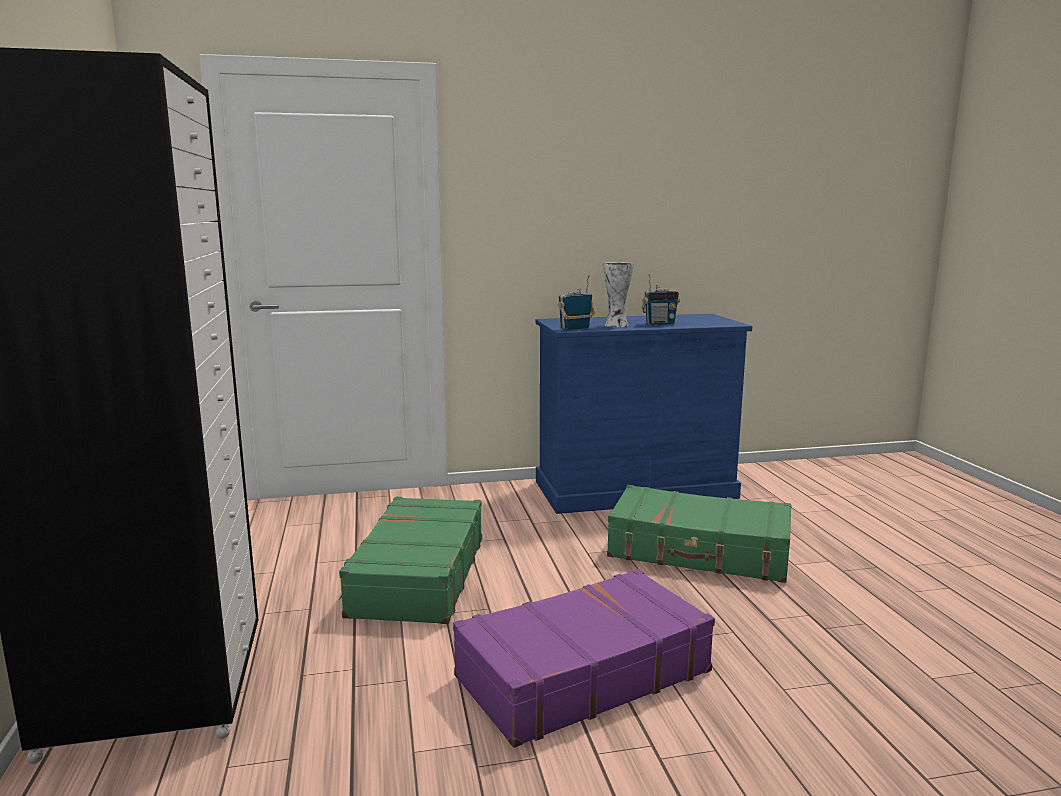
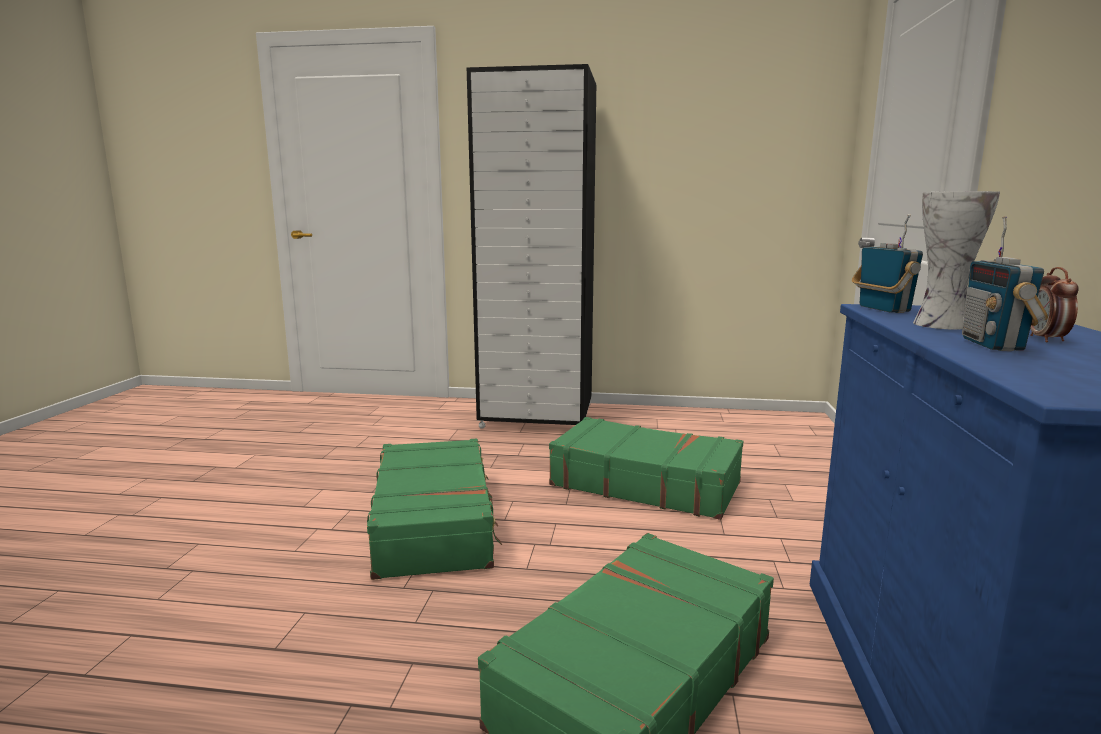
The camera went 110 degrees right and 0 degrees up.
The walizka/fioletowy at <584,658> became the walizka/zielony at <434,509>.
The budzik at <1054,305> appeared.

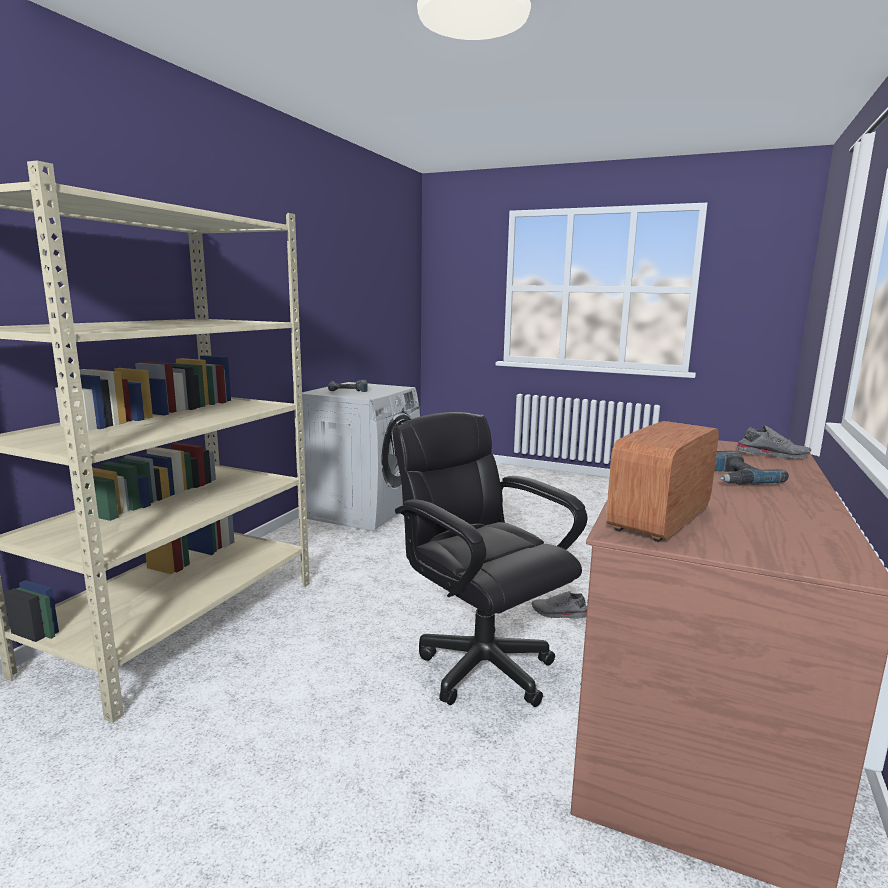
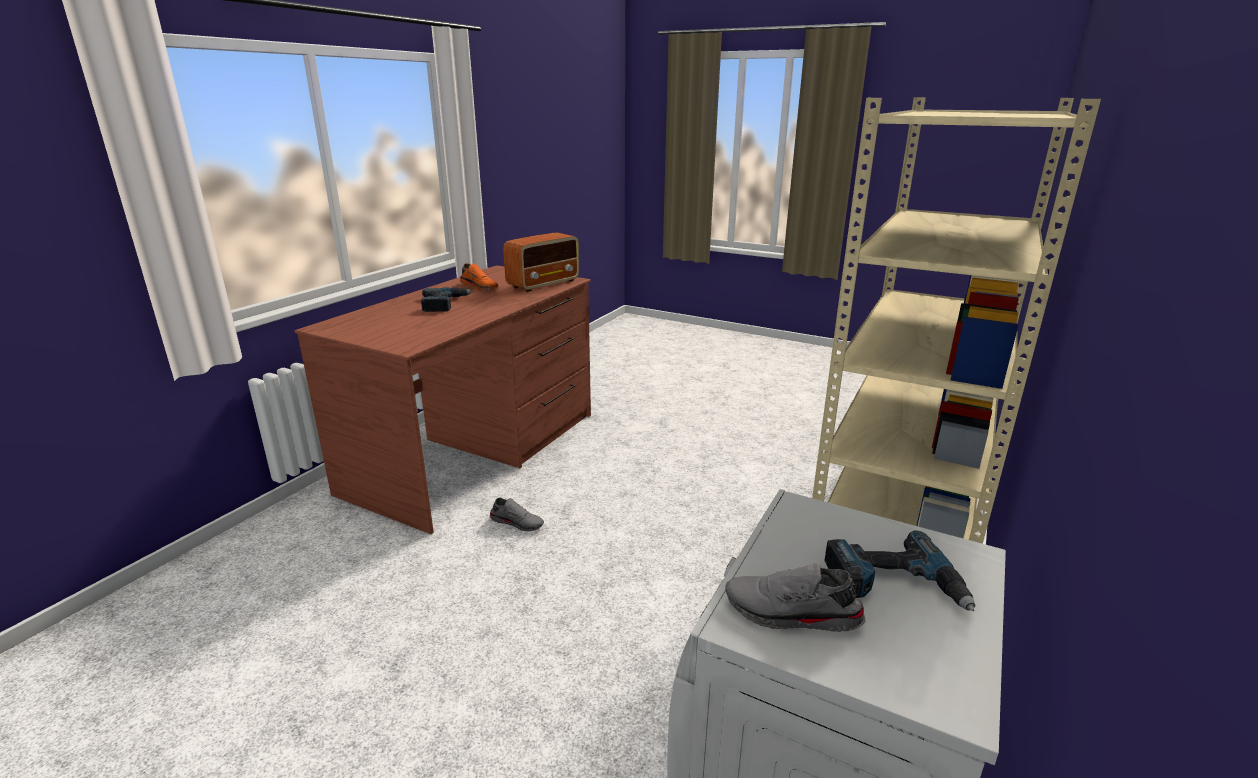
The camera went 175 degrees left and 10 degrees up.
The krzesło biurowe/czarny at <490,559> disappeared.
The but/szary moved from <773,442> to <795,597>.
The but/pomarańczowy at <479,277> appeared.

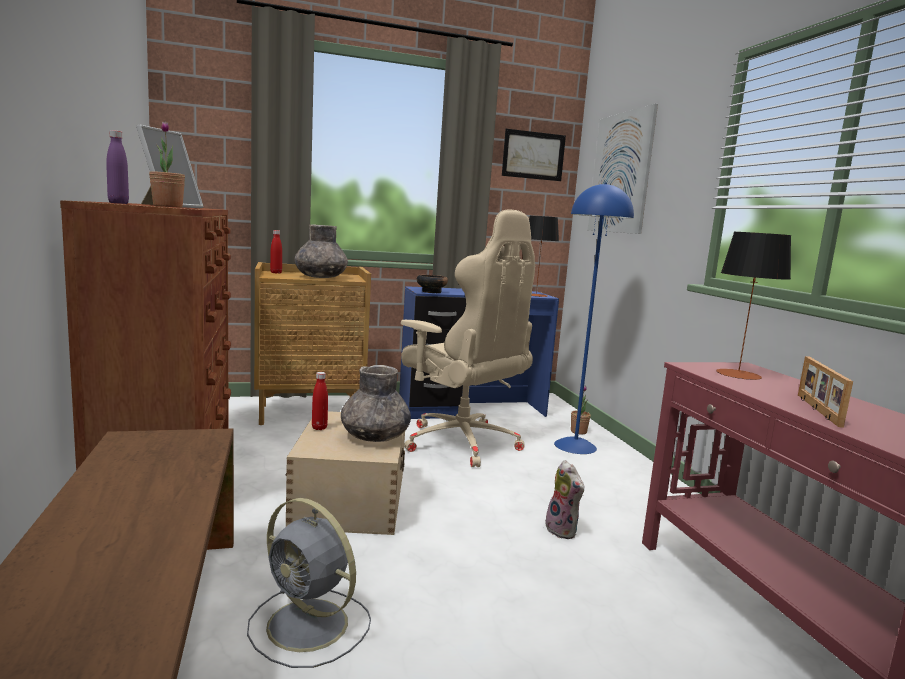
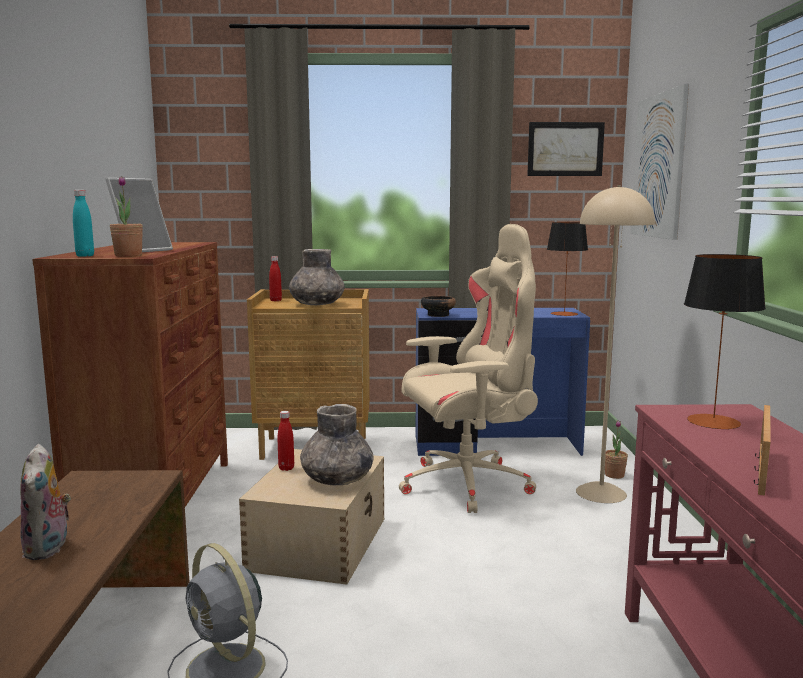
The camera went 15 degrees right and 0 degrees up.
The butelka/fioletowy at <117,167> became the butelka/turkusowy at <83,223>.
The lampa stojąca/niebieski at <594,318> became the lampa stojąca/beżowy at <615,344>.
The krzesło biurowe/beżowy at <468,338> turned 75 degrees counterclockwise.
The pluszak moved from <564,499> to <45,502>.

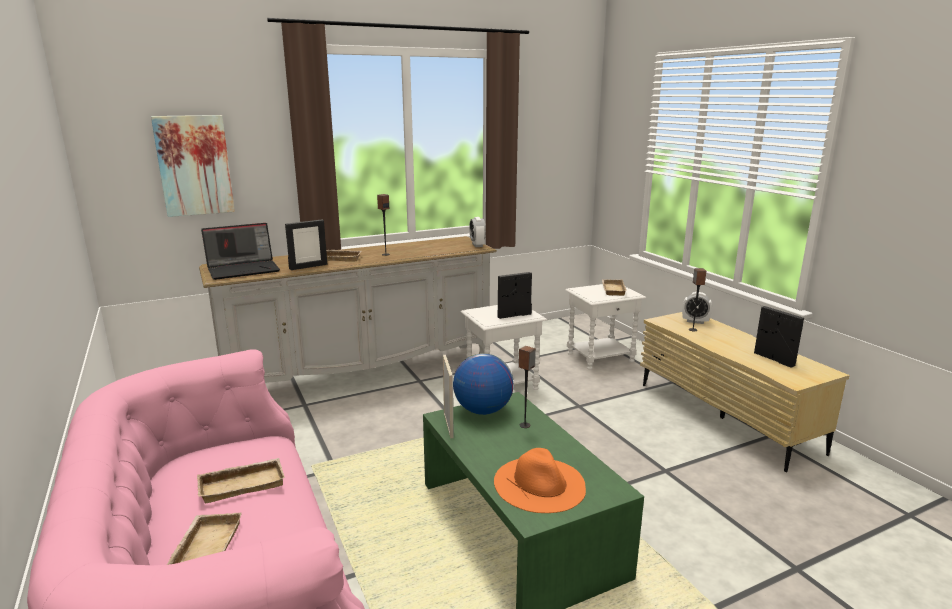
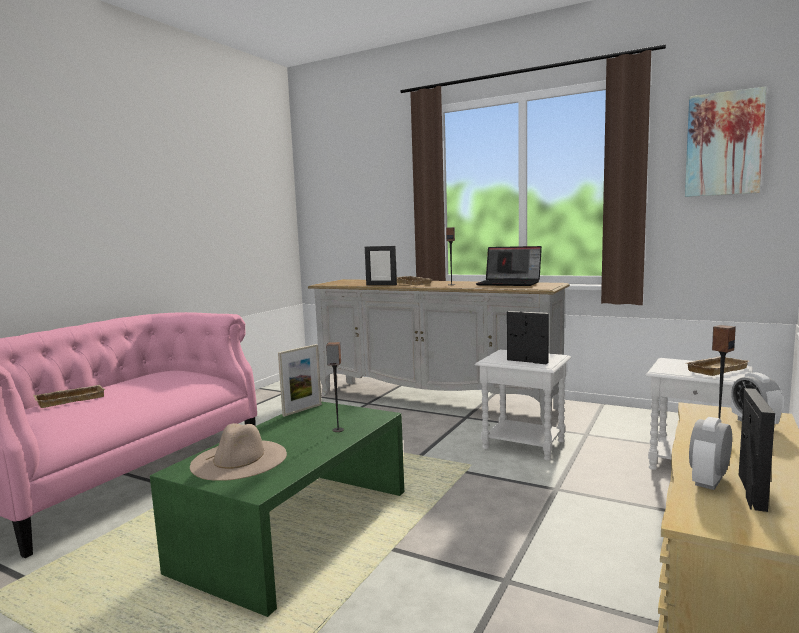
The camera went 55 degrees right and 10 degrees down.
The obraz moved from <193,166> to <726,141>.
The budzik moved from <477,232> to <710,453>.
The laptop moved from <240,251> to <509,266>.
The globus at <483,384> disappeared.
The kapelusz/pomarańczowy at <540,480> became the kapelusz/beżowy at <238,452>.
The taca/beżowy at <241,480> disappeared.

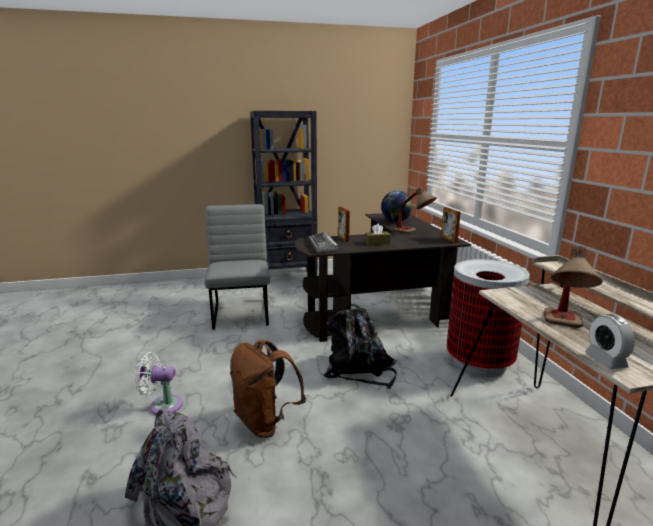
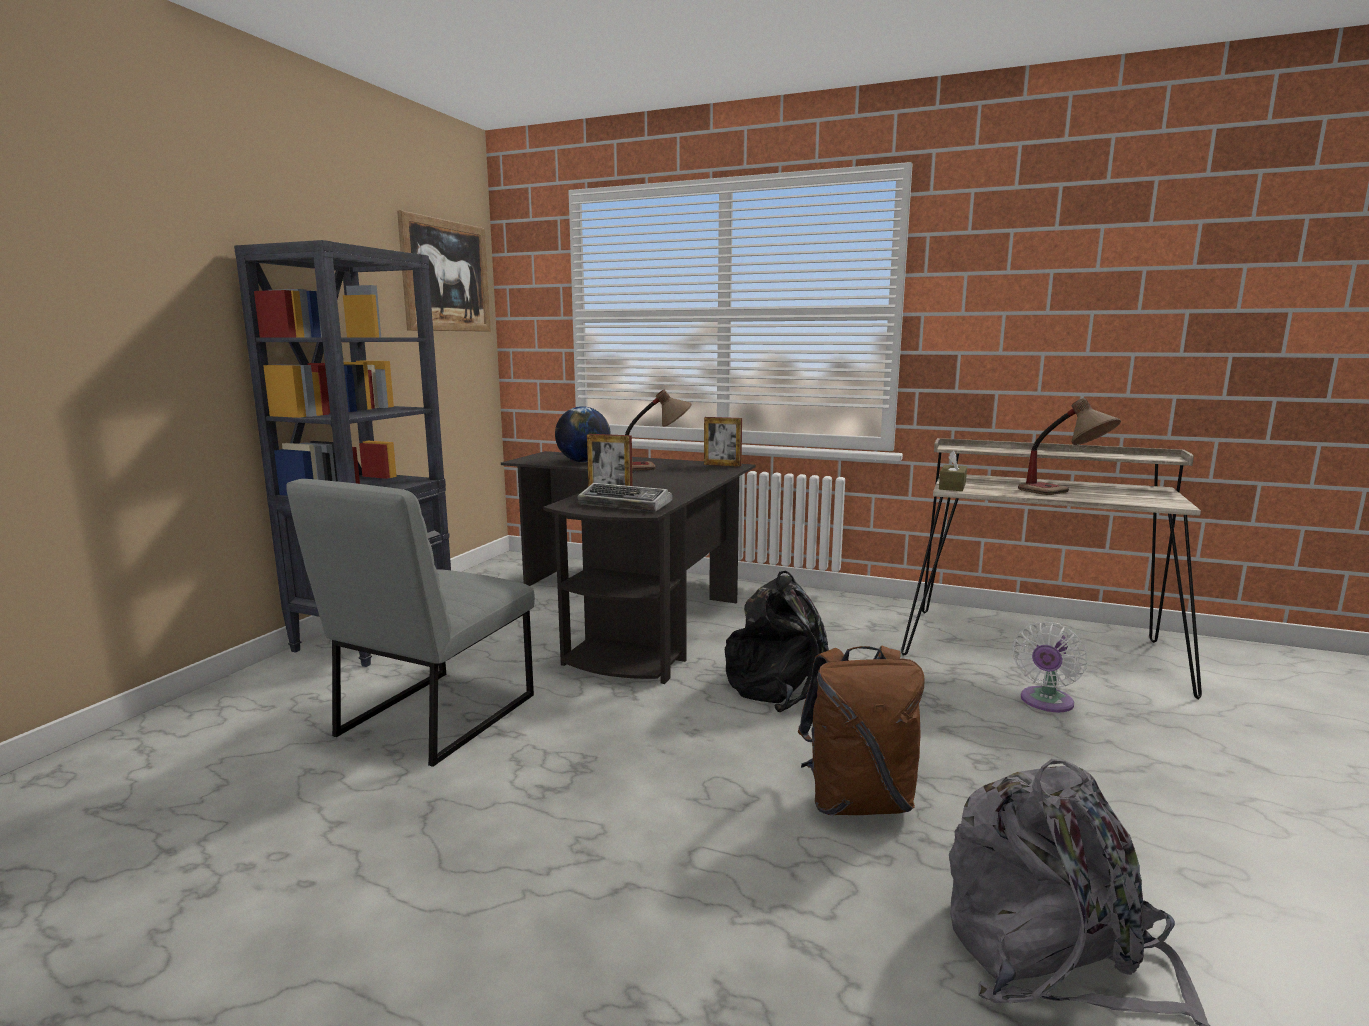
The camera went 55 degrees left and 5 degrees down.
The krzesło/szary at <237,267> turned 90 degrees counterclockwise.
The pudełko chusteczek/brązowy moved from <378,234> to <953,471>.
The kosz na śmieci at <488,318> disappeared.
The budzik at <610,341> disappeared.
The wentylator/biały moved from <158,383> to <1050,667>.
The obraz at <444,271> appeared.

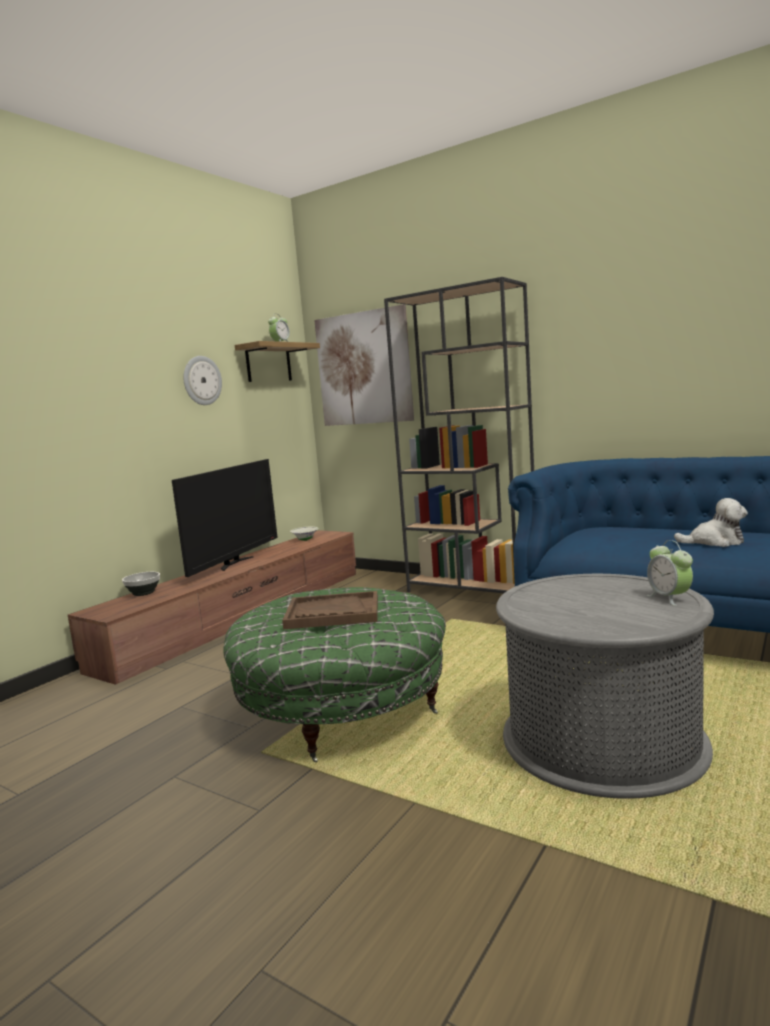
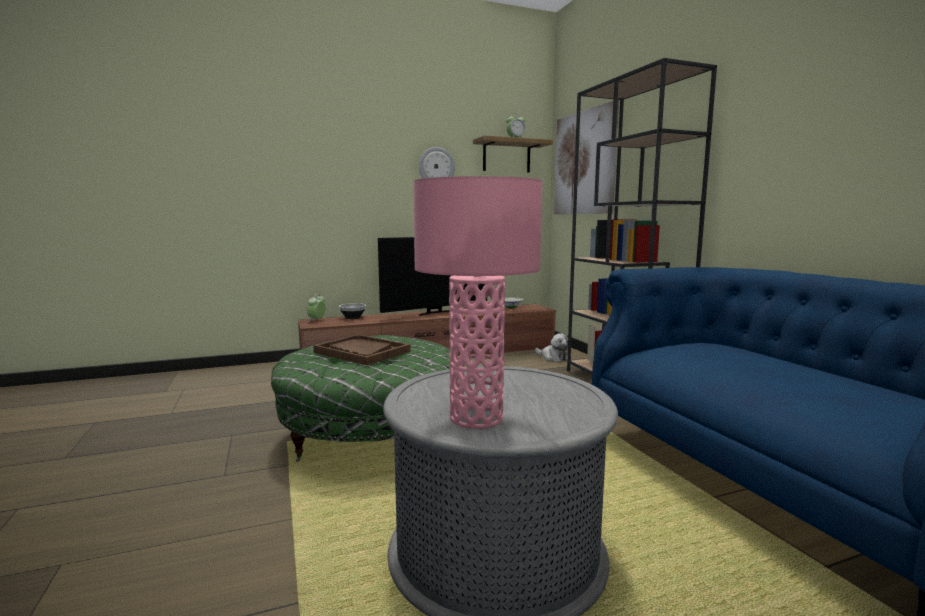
The camera went 35 degrees right and 0 degrees up.
The pluszak moved from <711,522> to <551,347>.
The budzik moved from <670,573> to <316,308>.
The lampa stołowa/różowy at <477,302> appeared.

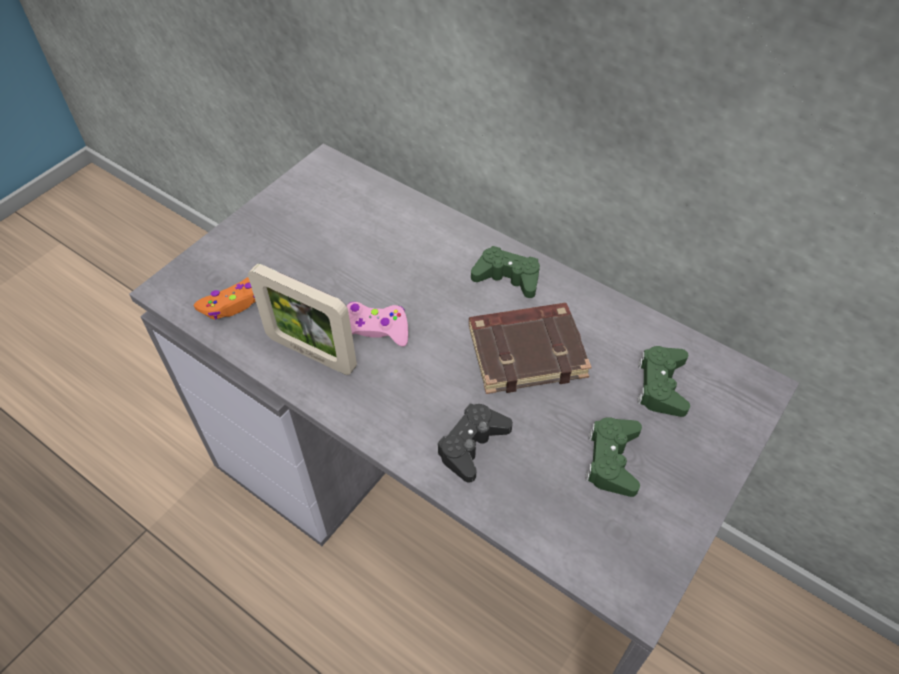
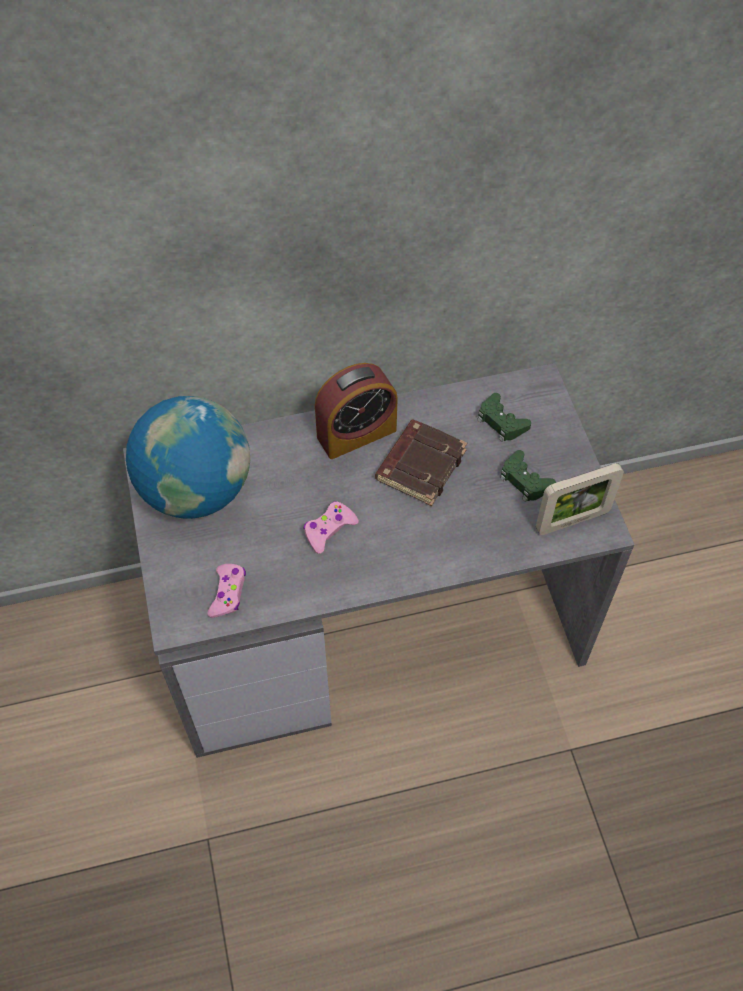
The camera went 50 degrees left and 5 degrees up.
The pad do gier/zielony at <505,272> was replaced by the budzik at <356,411>.
The ramka na zdjęcie moved from <302,319> to <580,499>.
The pad do gier/pomarańczowy at <225,298> became the pad do gier/różowy at <226,591>.
The pad do gier/czarny at <475,443> disappeared.
The globus at <188,457> appeared.

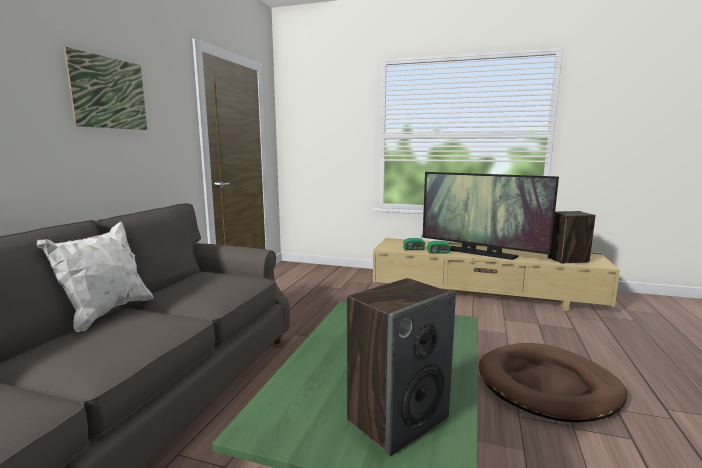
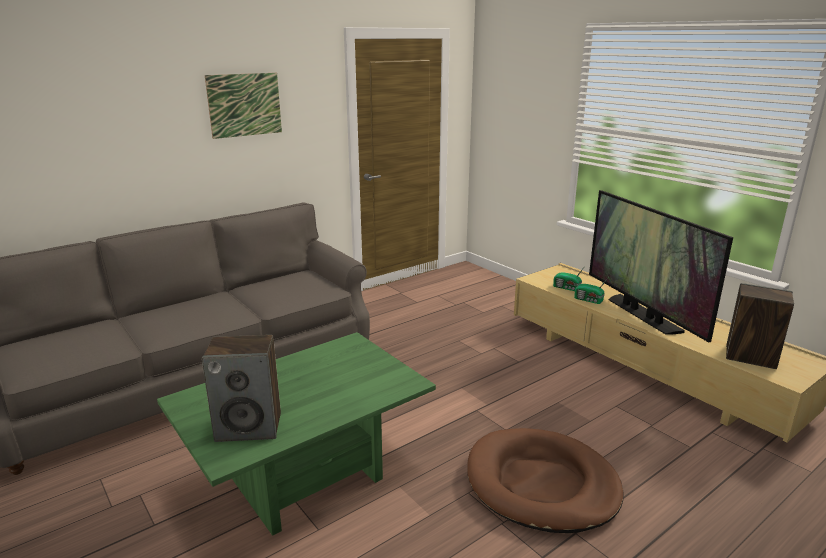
The camera went 35 degrees right and 10 degrees up.
The poduszka/biały at <94,276> disappeared.

